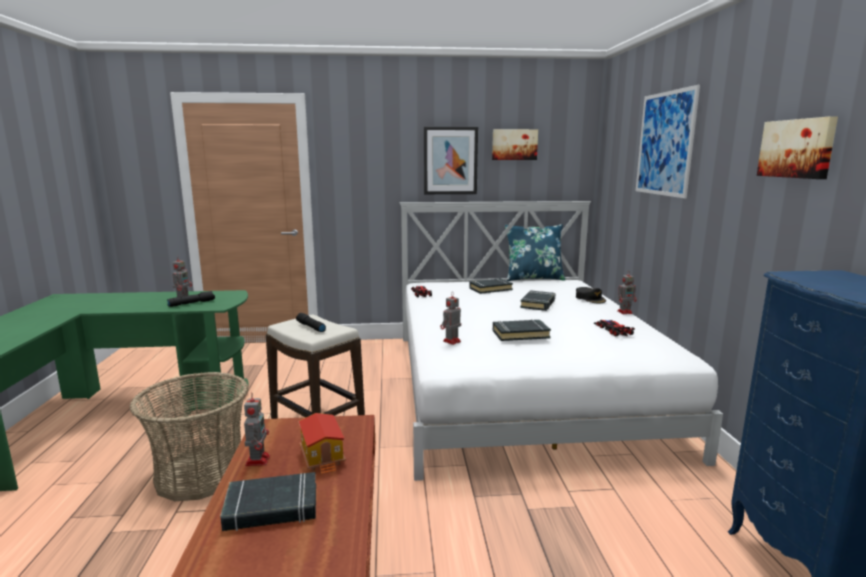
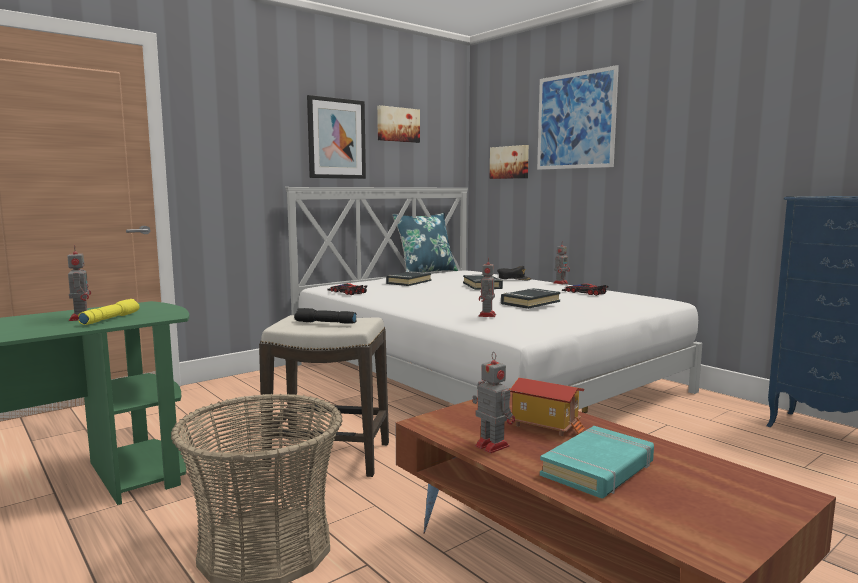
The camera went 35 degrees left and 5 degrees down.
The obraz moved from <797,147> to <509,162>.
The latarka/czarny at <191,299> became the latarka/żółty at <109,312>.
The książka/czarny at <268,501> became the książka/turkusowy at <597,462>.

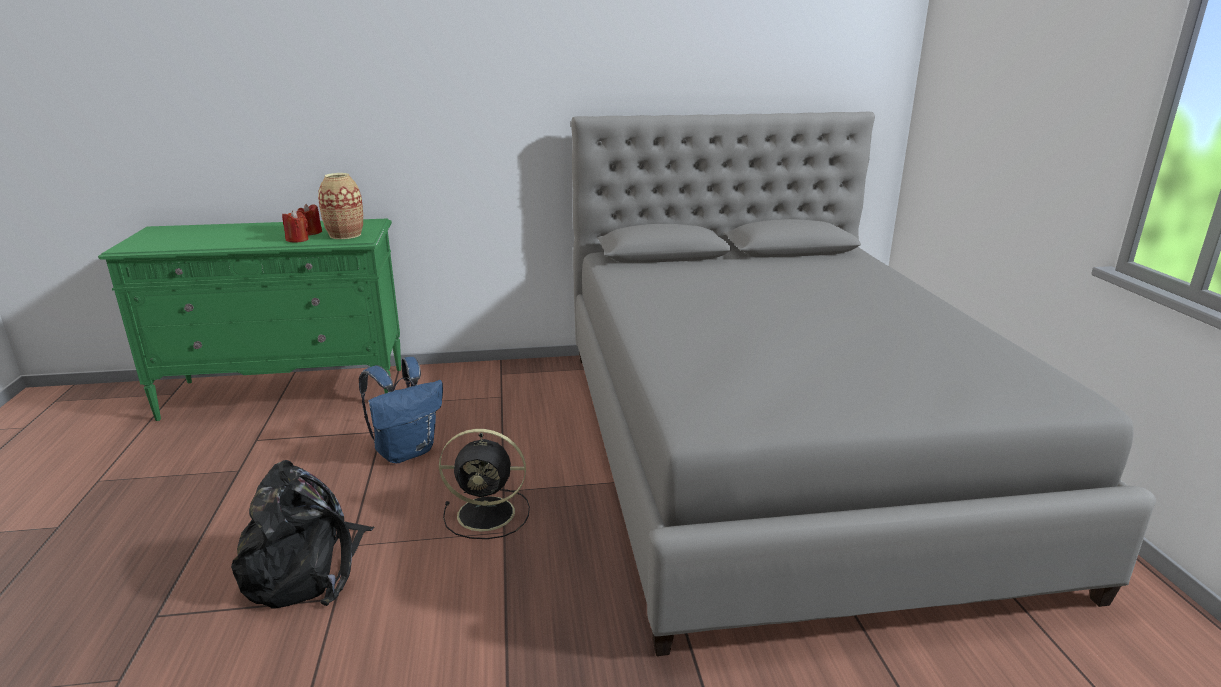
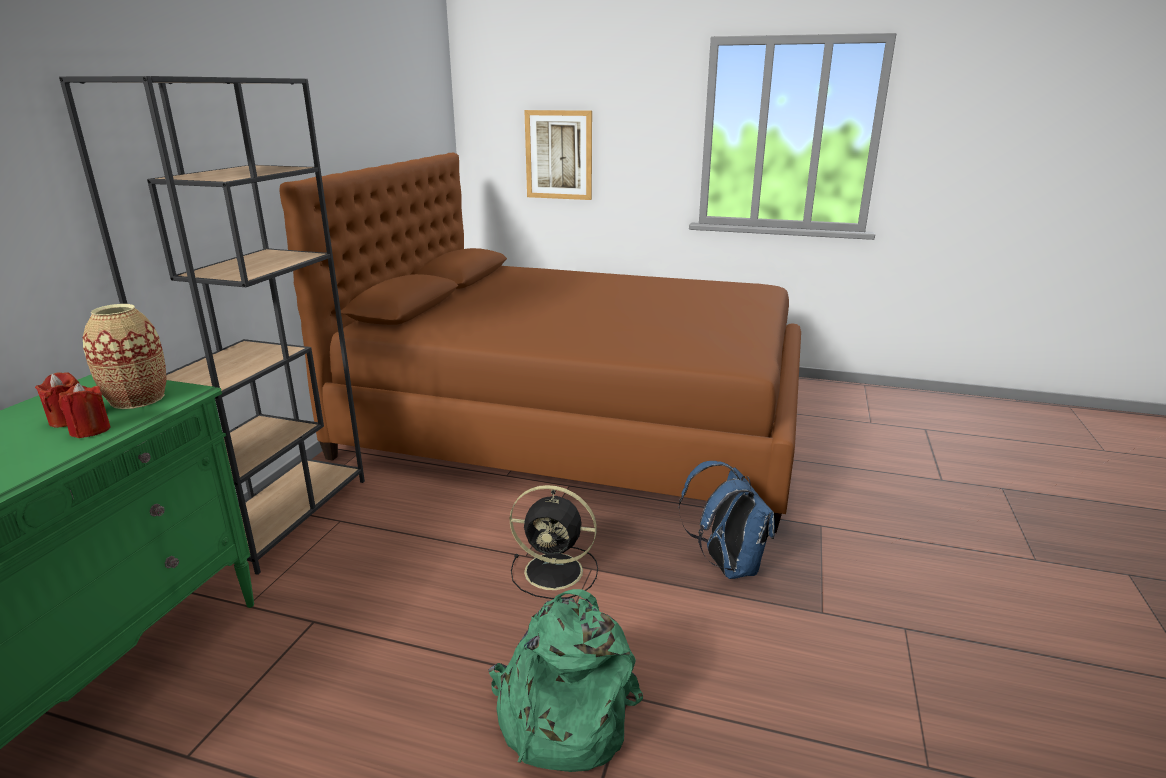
The camera went 65 degrees left and 0 degrees up.
The łóżko/szary at <863,384> became the łóżko/brązowy at <540,343>.
The plecak/niebieski moved from <401,410> to <726,520>.
The wentylator/czarny at <484,484> turned 75 degrees clockwise.
The plecak/czarny at <302,534> became the plecak/zielony at <566,680>.
The regał at <212,325> appeared.
The obraz at <558,155> appeared.

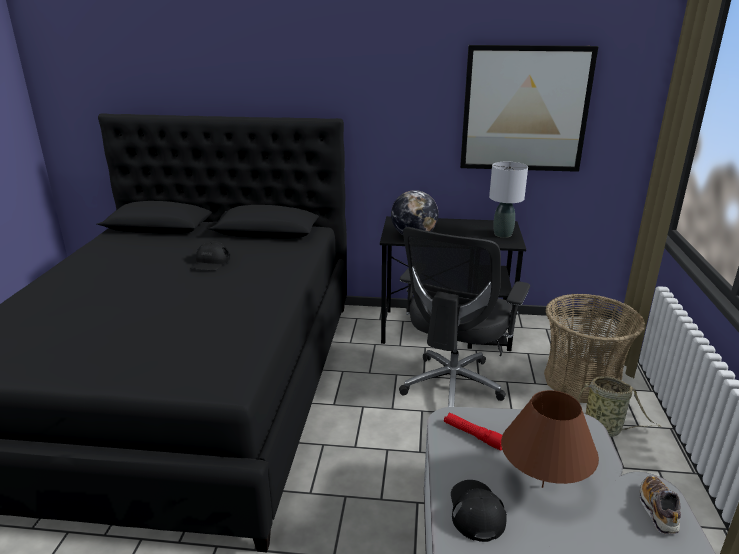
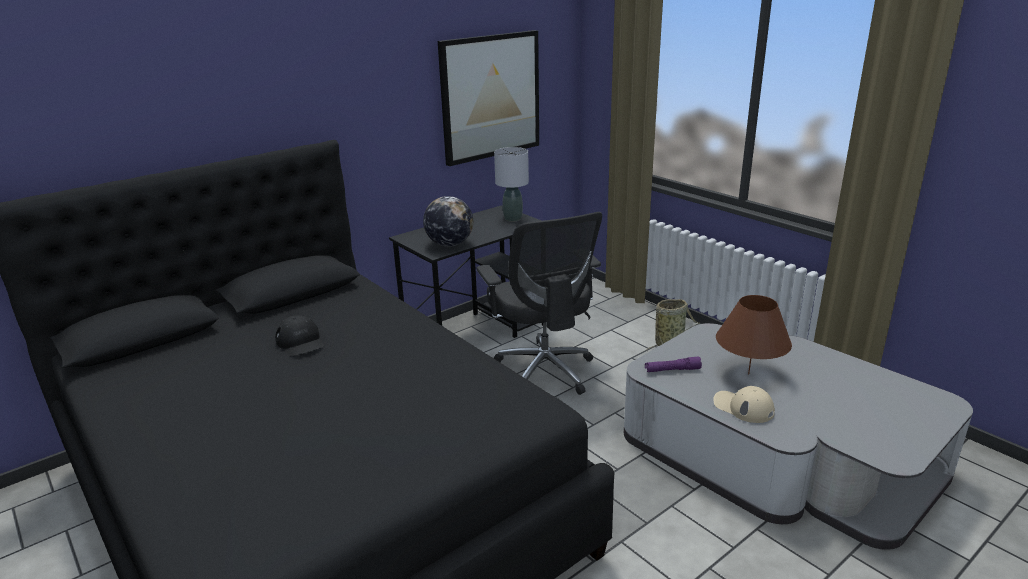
The camera went 45 degrees left and 0 degrees up.
The koszyk at <594,348> disappeared.
The latarka/czerwony at <473,431> became the latarka/fioletowy at <673,364>.
The but at <660,505> disappeared.
The czapka z daszkiem/czarny at <479,511> became the czapka z daszkiem/beżowy at <744,404>.

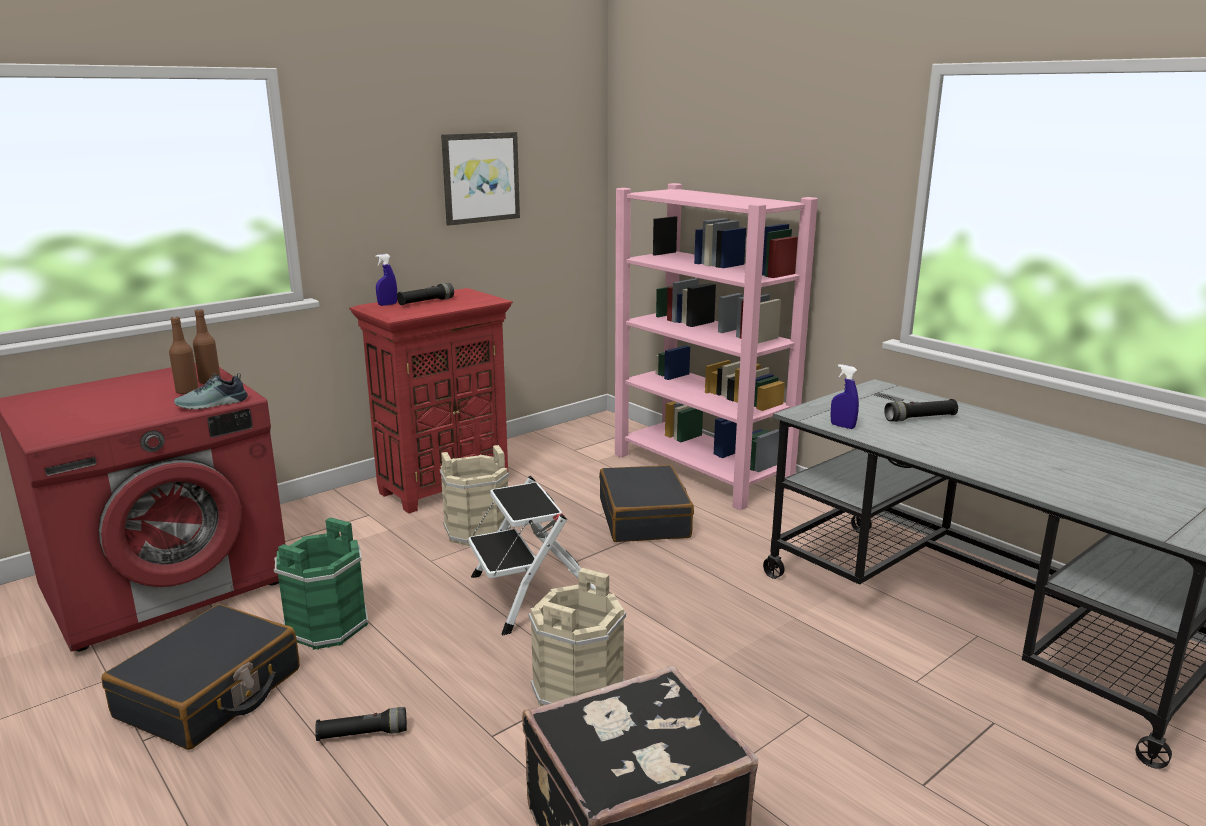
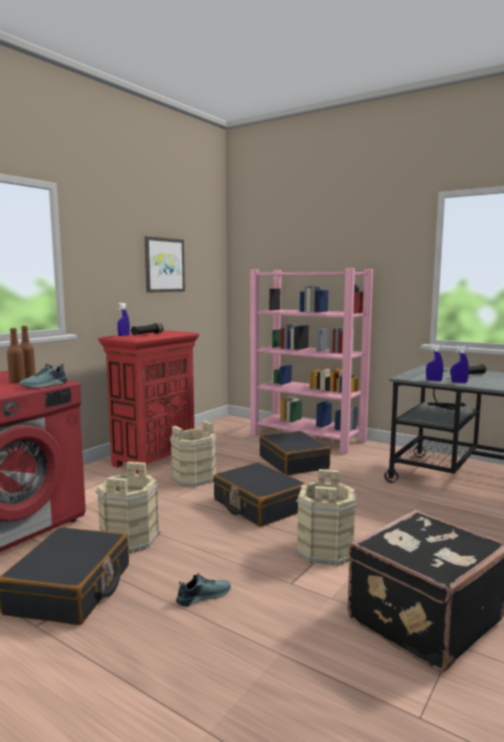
The camera went 15 degrees left and 10 degrees down.
The drabinka at <532,555> was replaced by the walizka/czarny at <259,494>.
The wiadro/zielony at <321,583> became the wiadro/beżowy at <128,507>.
The latarka/czarny at <361,724> was replaced by the but at <203,590>.
The spryskiwacz/niebieski at <460,364> appeared.

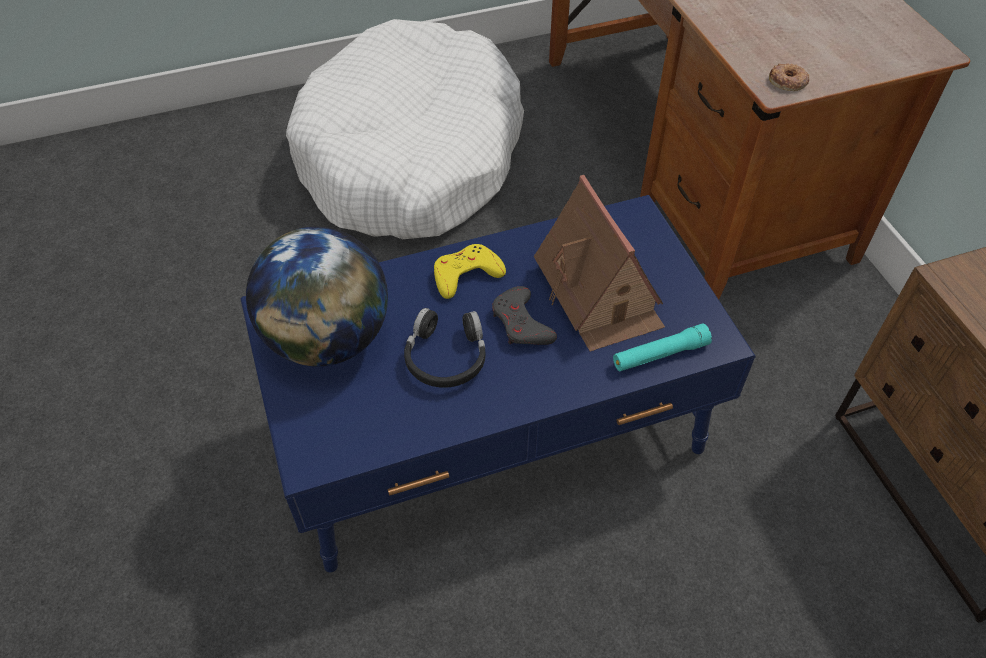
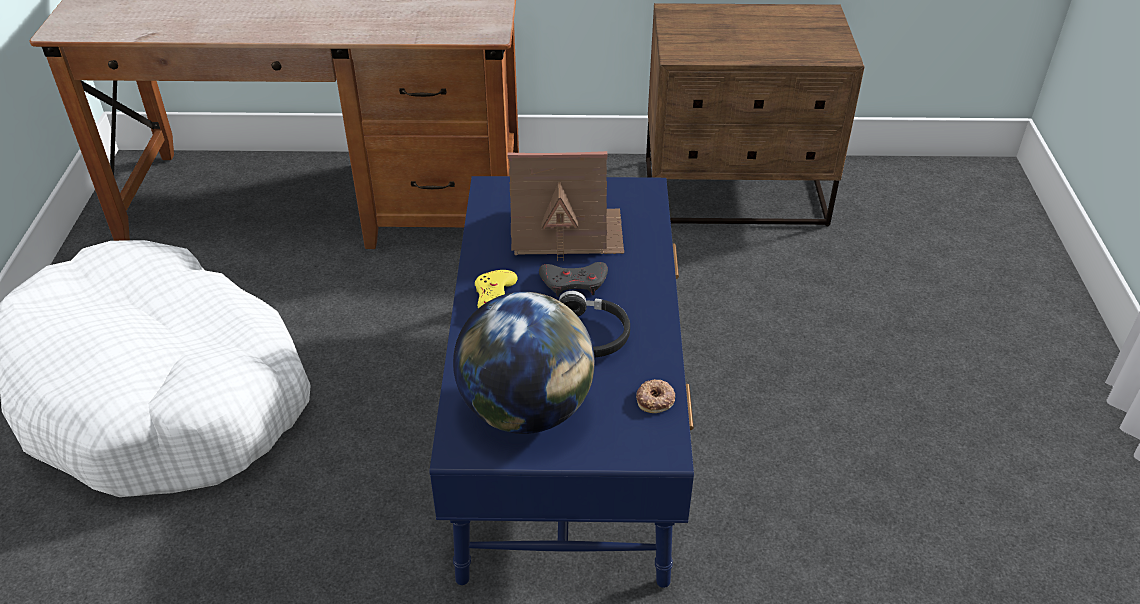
The camera went 70 degrees left and 10 degrees down.
The donut moved from <789,77> to <655,396>.
The latarka/turkusowy at <662,347> disappeared.

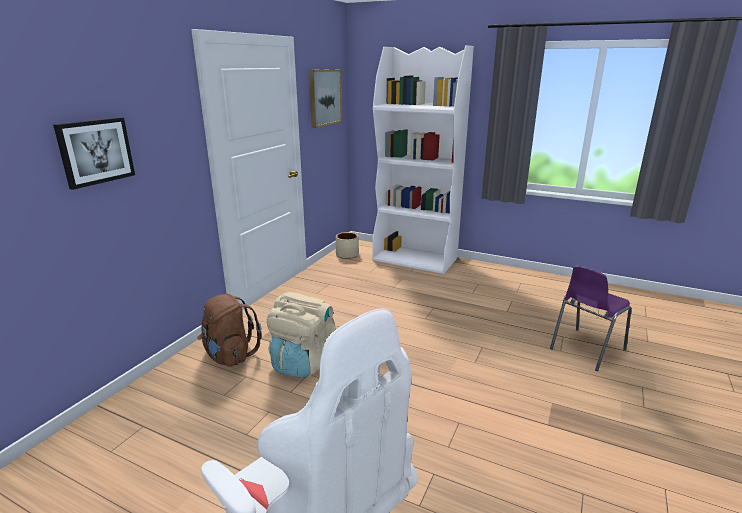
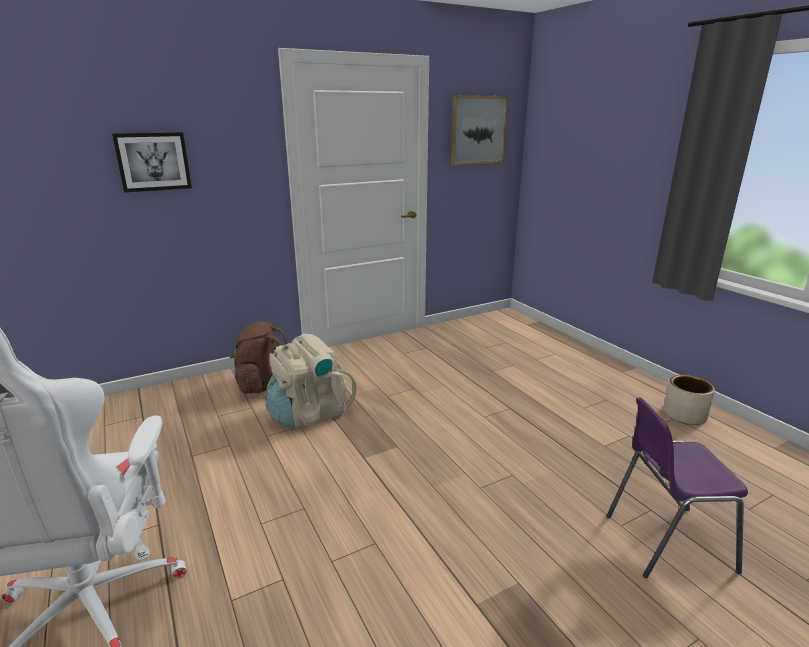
The camera went 35 degrees right and 0 degrees up.
The regał/biały at <423,159> disappeared.
The donica/beżowy moved from <347,245> to <689,400>.

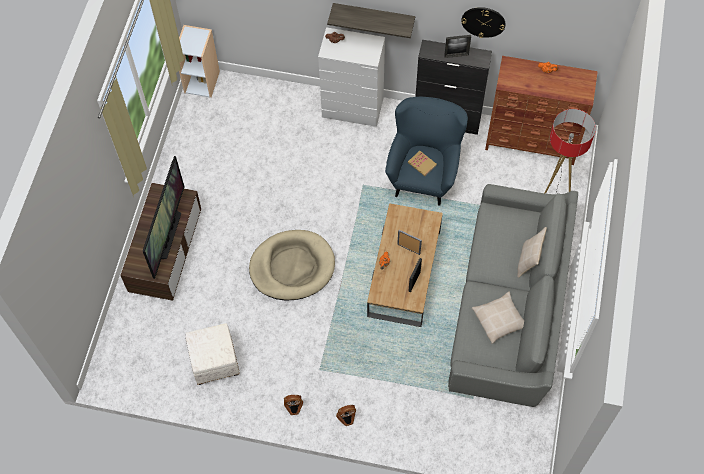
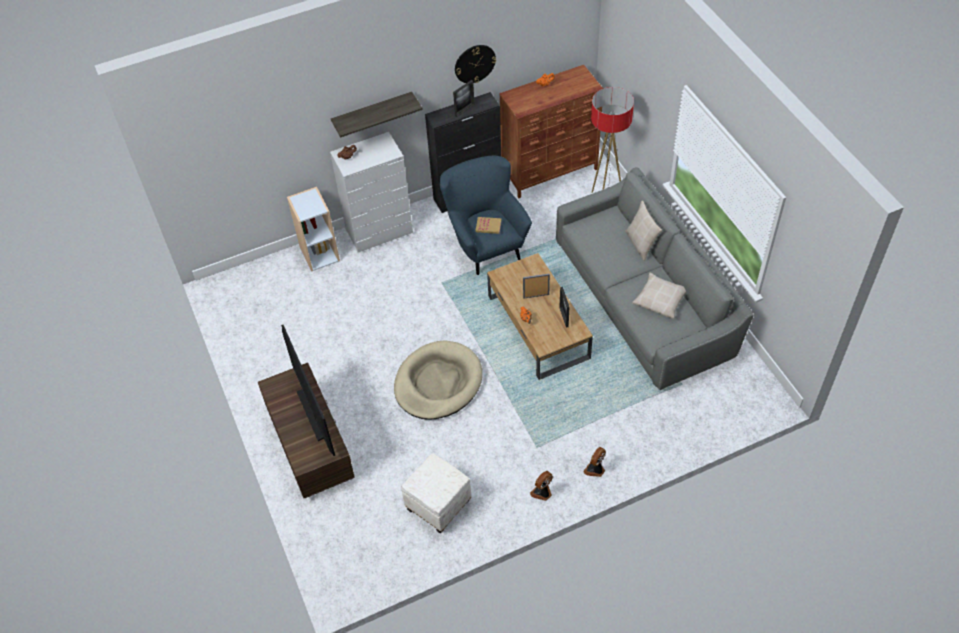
The camera went 35 degrees left and 10 degrees down.
The regał moved from <199,61> to <313,229>.

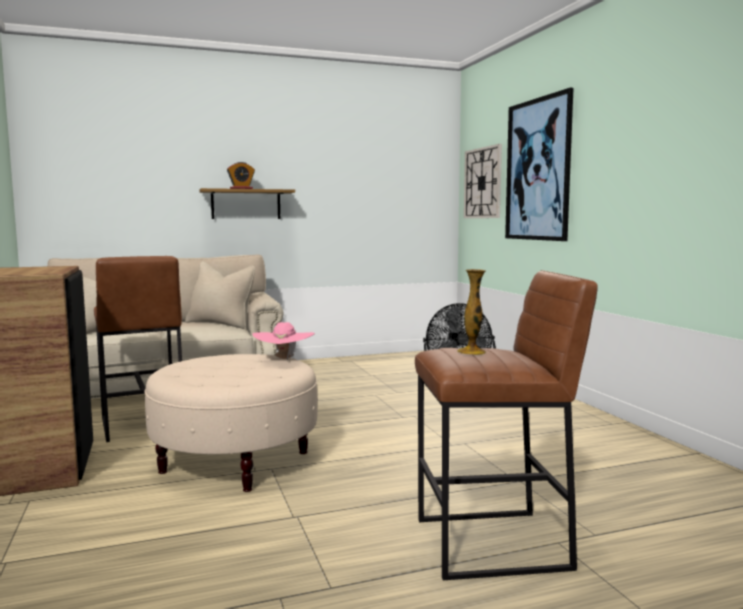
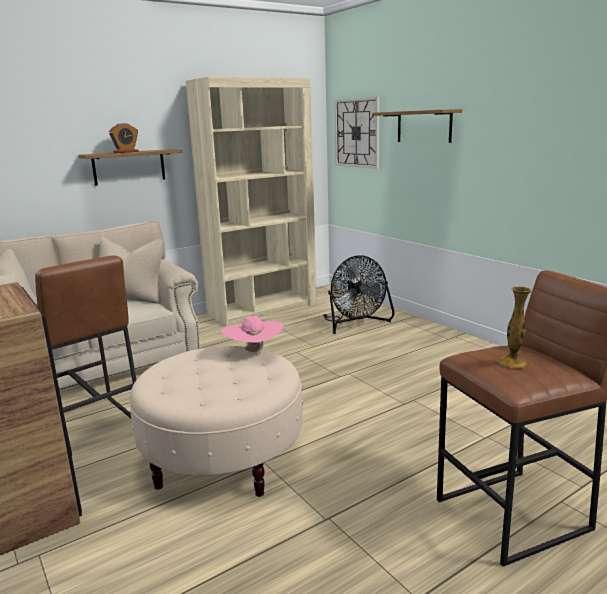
The camera went 15 degrees left and 10 degrees up.
The obraz at <539,164> was replaced by the półka at <417,126>.
The regał/beżowy at <251,201> appeared.

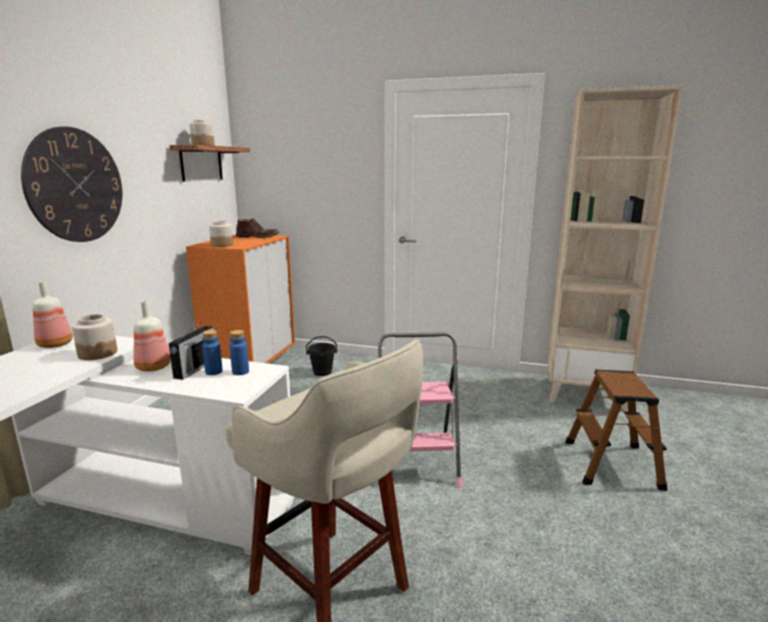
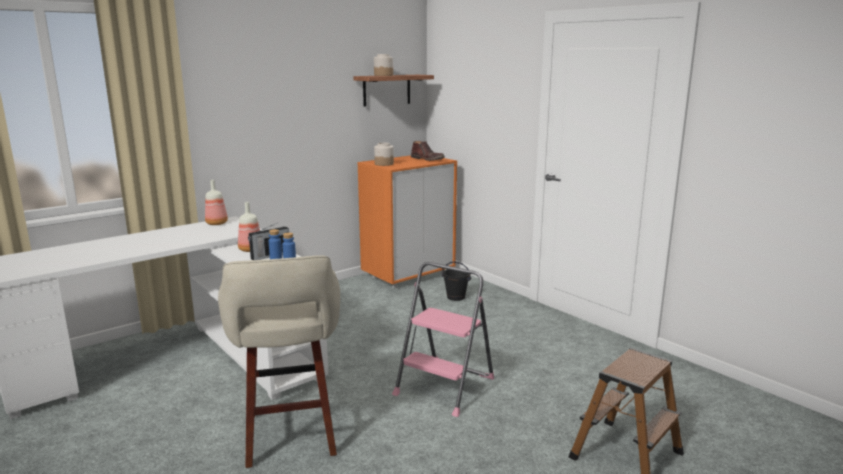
The camera went 35 degrees right and 0 degrees up.
The regał/beżowy at <615,248> disappeared.
The zegar ścienny at <71,184> disappeared.
The słoik at <94,337> disappeared.

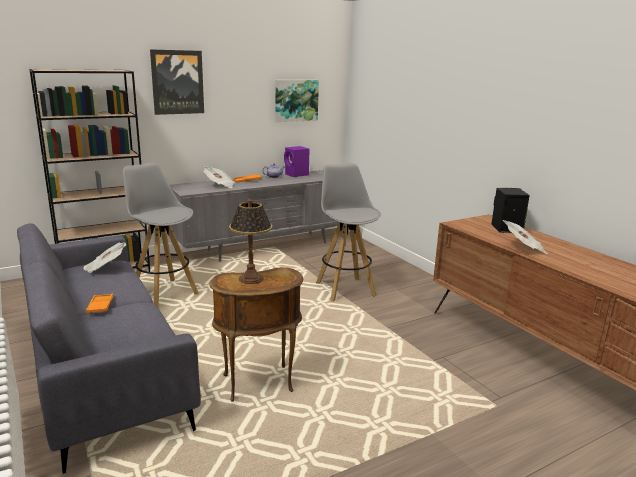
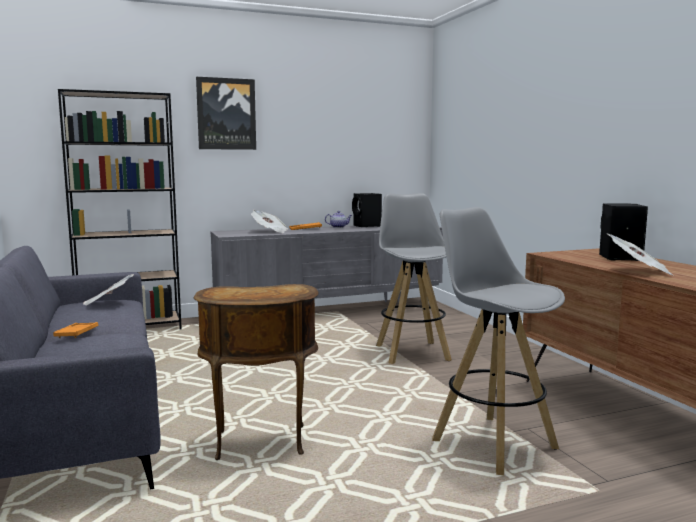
The camera went 10 degrees right and 10 degrees down.
The obraz at <297,101> disappeared.
The głośnik/fioletowy at <296,161> became the głośnik/czarny at <367,210>.
The stołek/szary moved from <161,234> to <498,341>.
The lampa stołowa at <251,241> disappeared.

